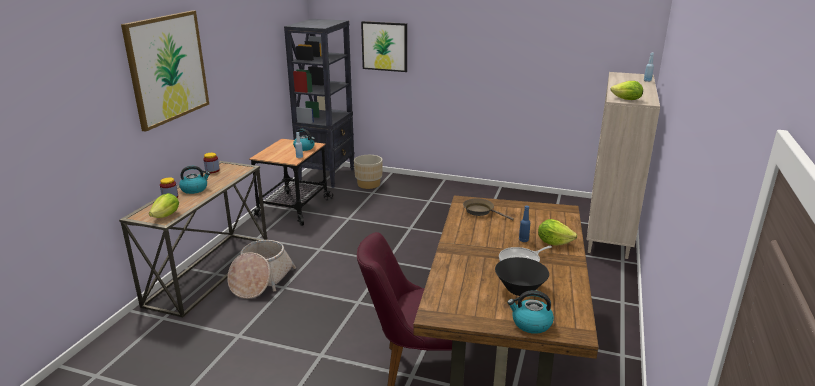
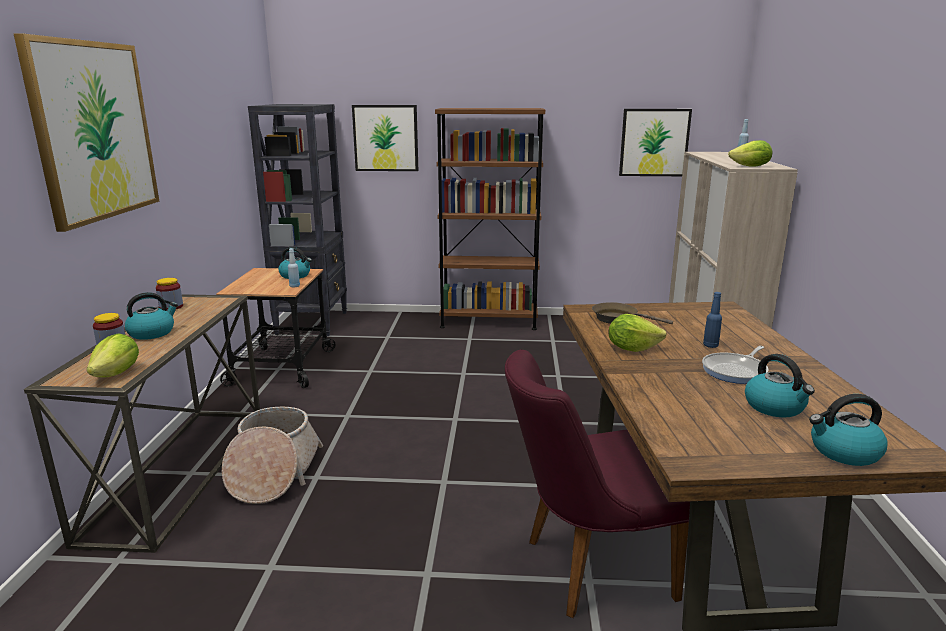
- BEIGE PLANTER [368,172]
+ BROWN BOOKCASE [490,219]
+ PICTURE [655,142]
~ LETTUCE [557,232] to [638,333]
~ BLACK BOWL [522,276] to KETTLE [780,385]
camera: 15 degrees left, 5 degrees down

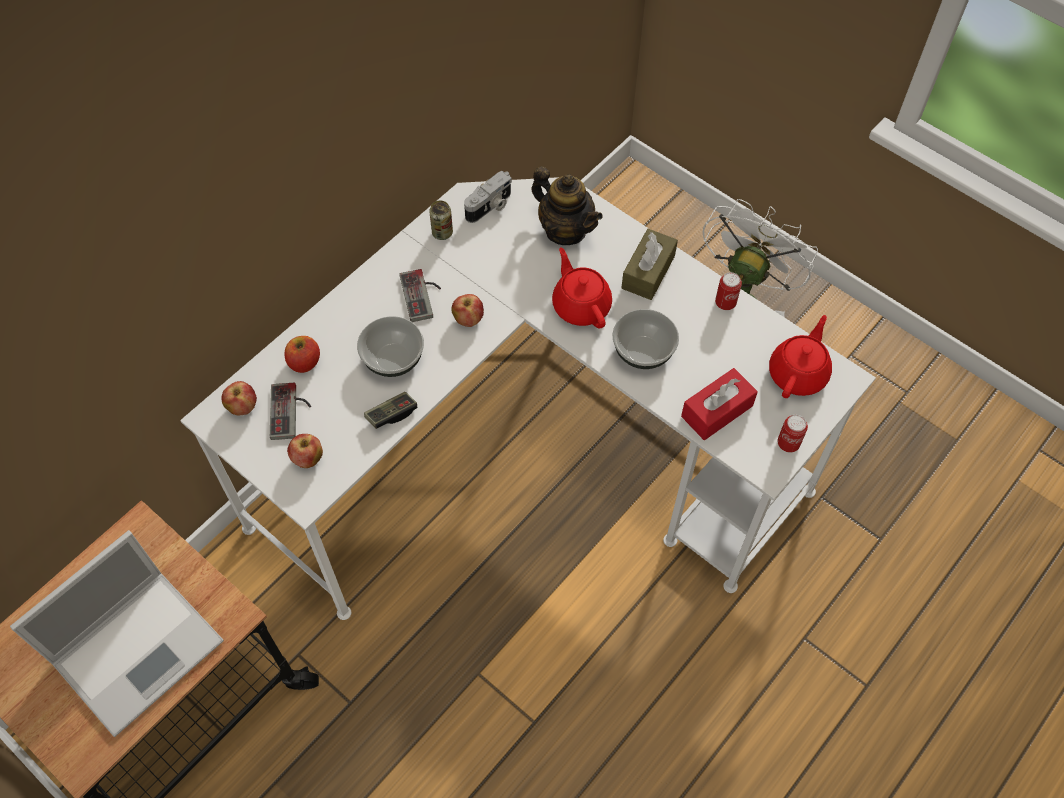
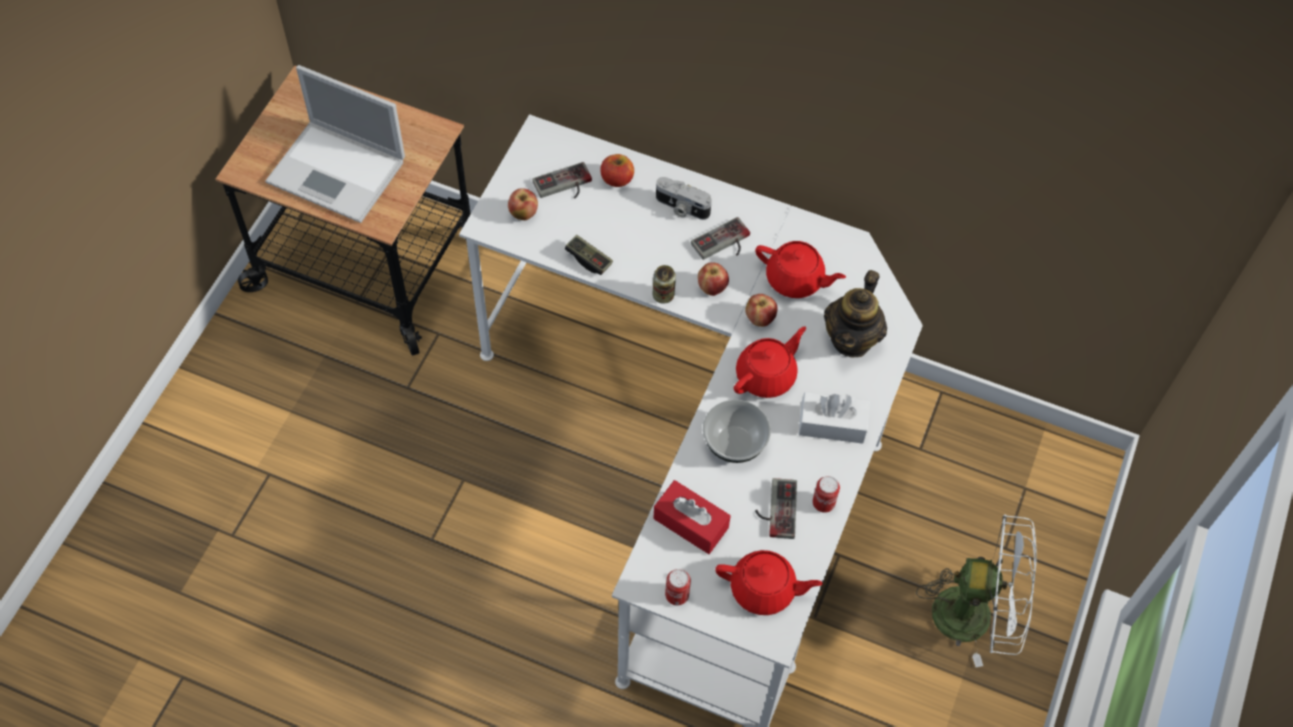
- BOWL [390,346]
+ RED TEAPOT [800,269]
+ GAME CONTROLLER [776,508]
~ APPLE [239,398] to [761,310]
~ CAN [441,220] to [664,284]
~ PHOTO CAMERA [488,197] to [684,198]
~ BROWN TISSUE BOX [649,264] to WHITE TISSUE BOX [834,418]
camera: 70 degrees right, 0 degrees up

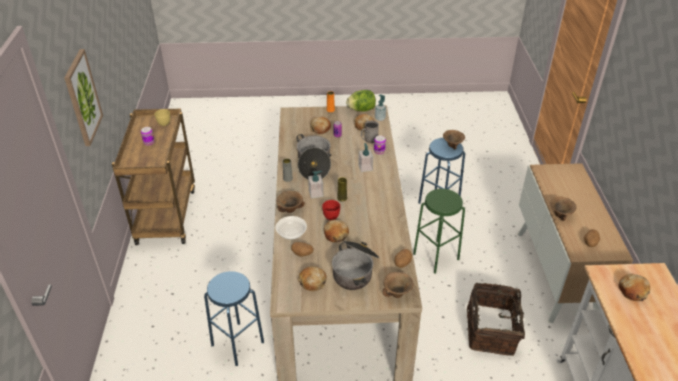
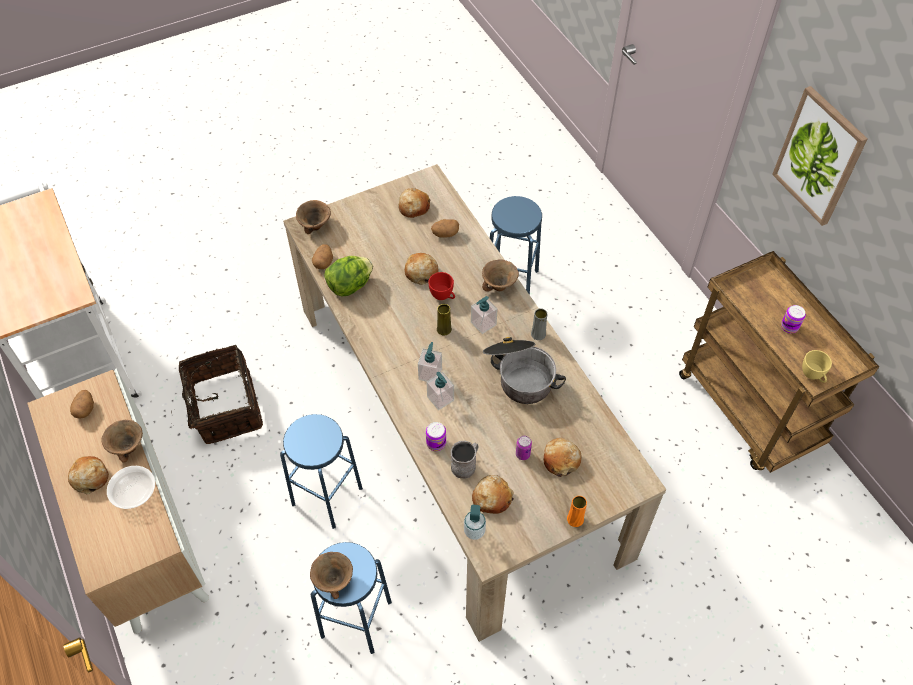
- COOKING POT [356,265]
+ SOAP DISPENSER [430,362]
~ BOWL [291,228] to [131,487]
~ LETTUCE [361,101] to [348,276]
~ BREAD [634,287] to [88,475]
~ GREEN STOOL [439,231] to BLUE STOOL [321,471]
camera: 155 degrees right, 15 degrees up

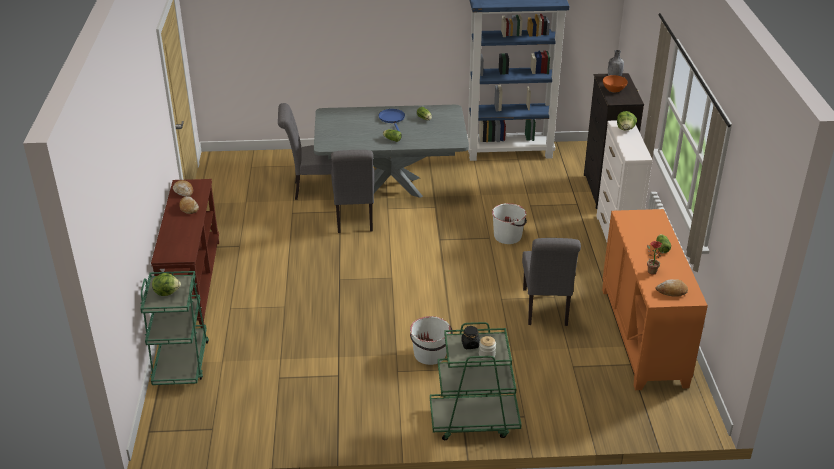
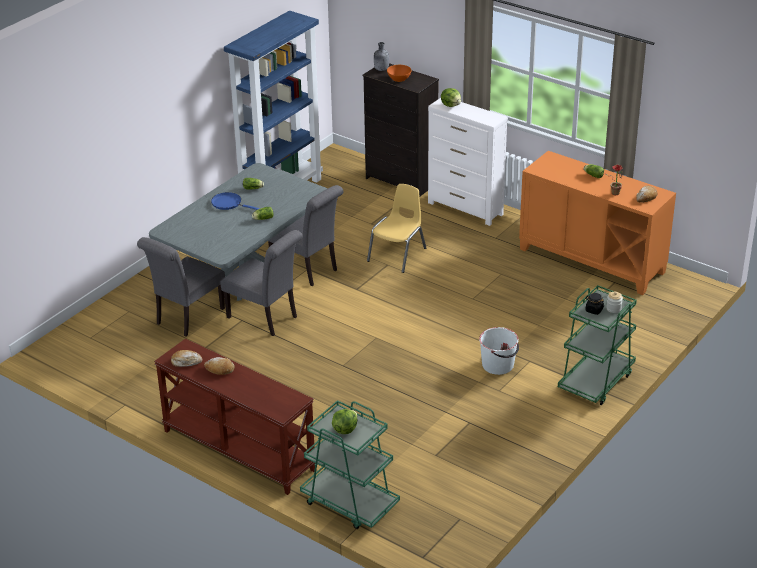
~ GREY CHAIR [551,282] to [305,235]
~ WHITE BUCKET [509,223] to YELLOW CHAIR [396,228]
camera: 50 degrees left, 0 degrees up

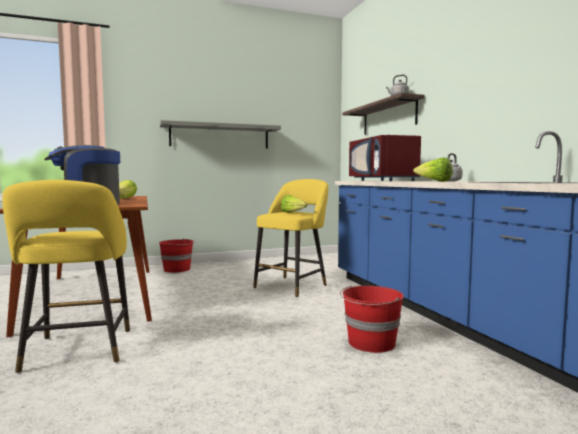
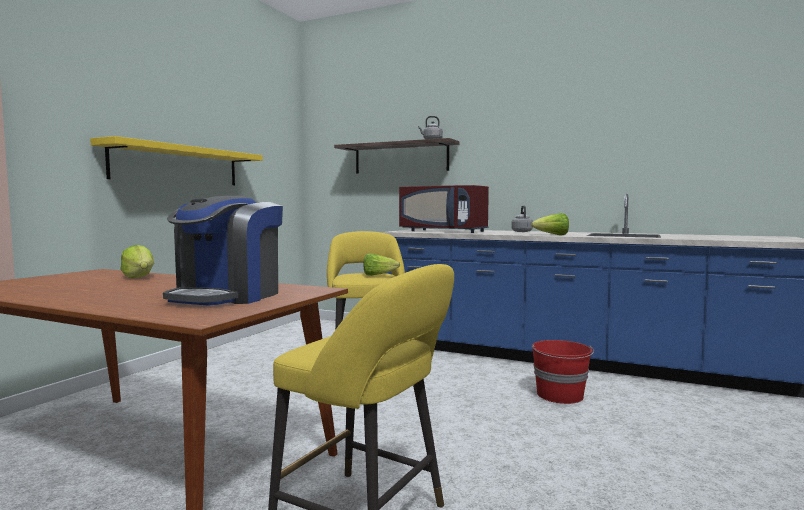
- RED BUCKET [177,255]
~ GREY SHELF [220,134] to YELLOW SHELF [176,160]
camera: 45 degrees left, 0 degrees up

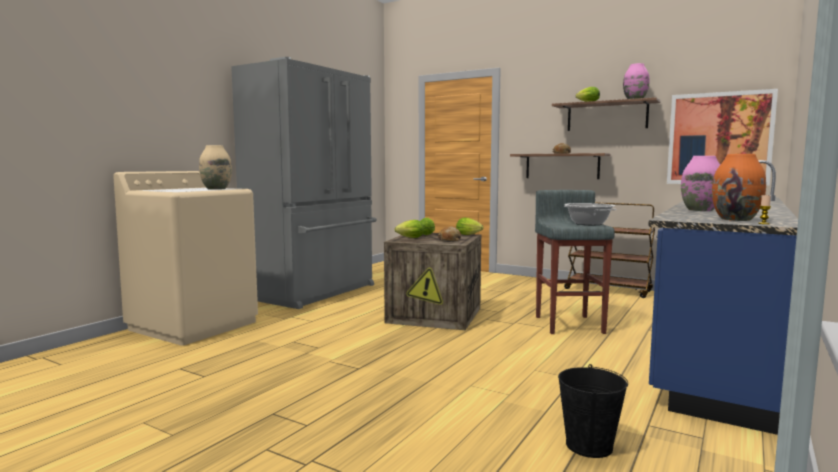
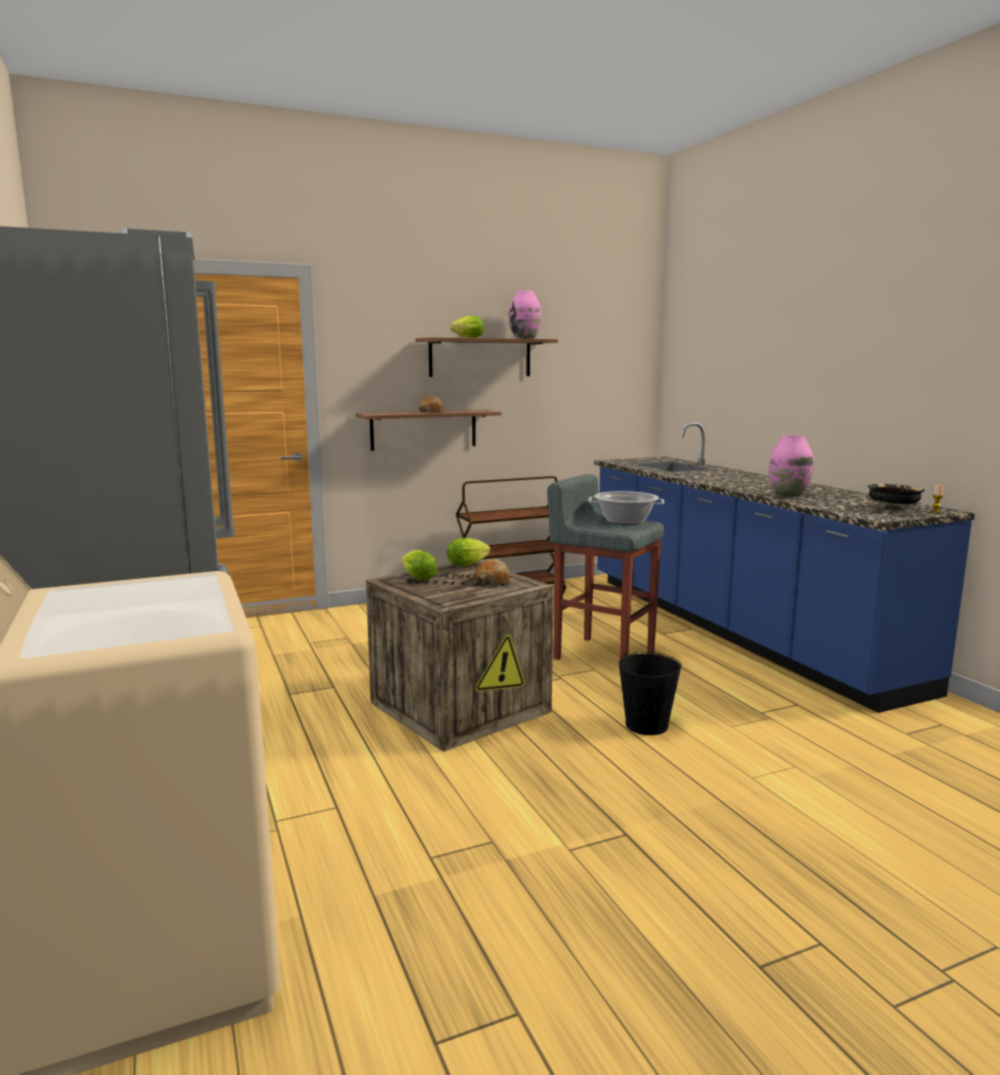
- BEIGE VASE [215,167]
- LETTUCE [409,229]
- PICTURE [722,137]
~ BLACK BUCKET [593,411] to [650,693]
~ ORANGE VASE [739,187] to BLACK BOWL [896,497]
camera: 55 degrees left, 5 degrees up

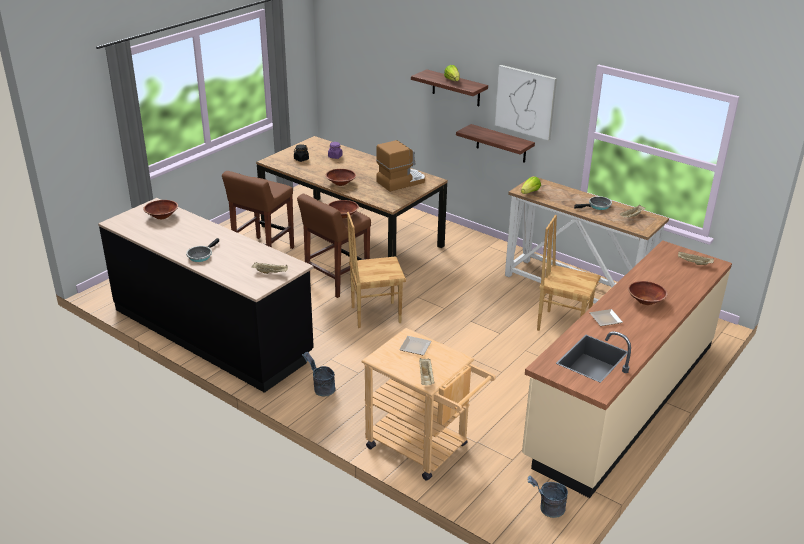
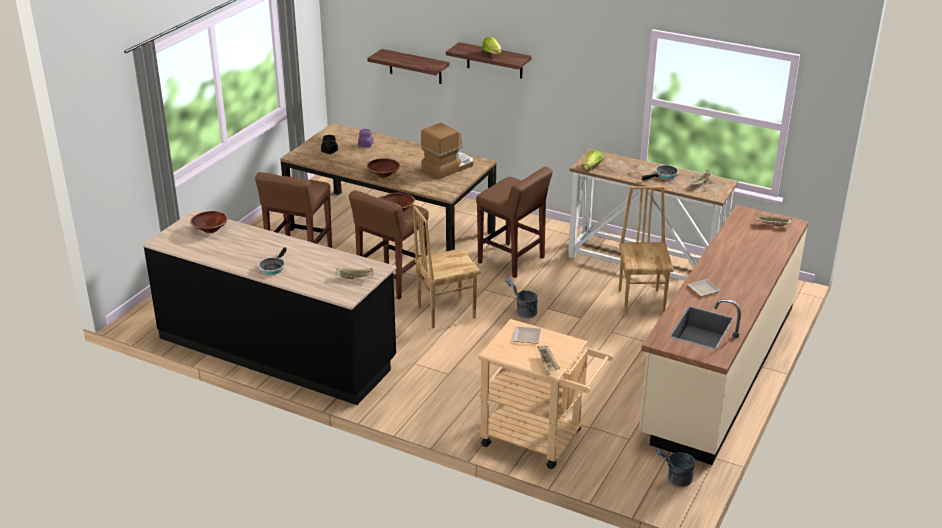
- PICTURE [526,103]
- BROWN BOWL [648,293]
+ BROWN STOOL [514,222]
~ GREY BUCKET [319,374] to [521,298]
~ SHELF [495,143] to [408,66]
~ BROWN CHAIR [569,273] = [646,250] 75 degrees clockwise
camera: 10 degrees left, 0 degrees up

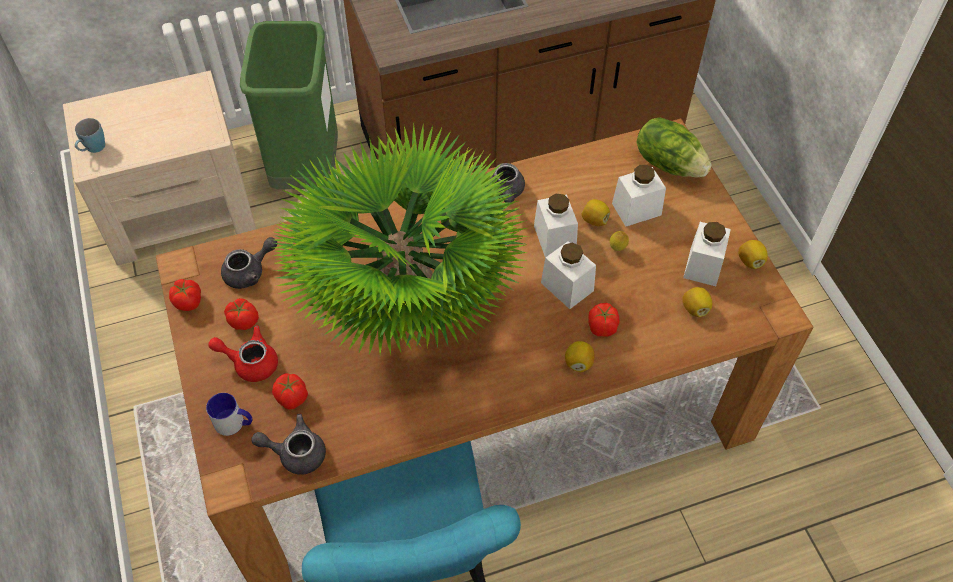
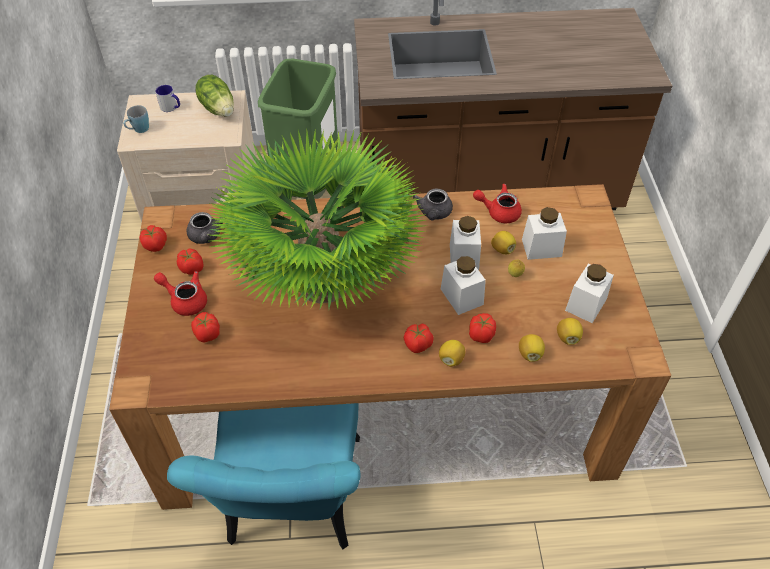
- GREY TEAPOT [288,444]
+ TOMATO [419,338]
+ RED TEAPOT [497,203]
~ MUG [229,414] to [168,98]
~ LETTUCE [674,147] to [214,96]
~ LEMON [753,254] to [532,348]
camera: 15 degrees right, 5 degrees down

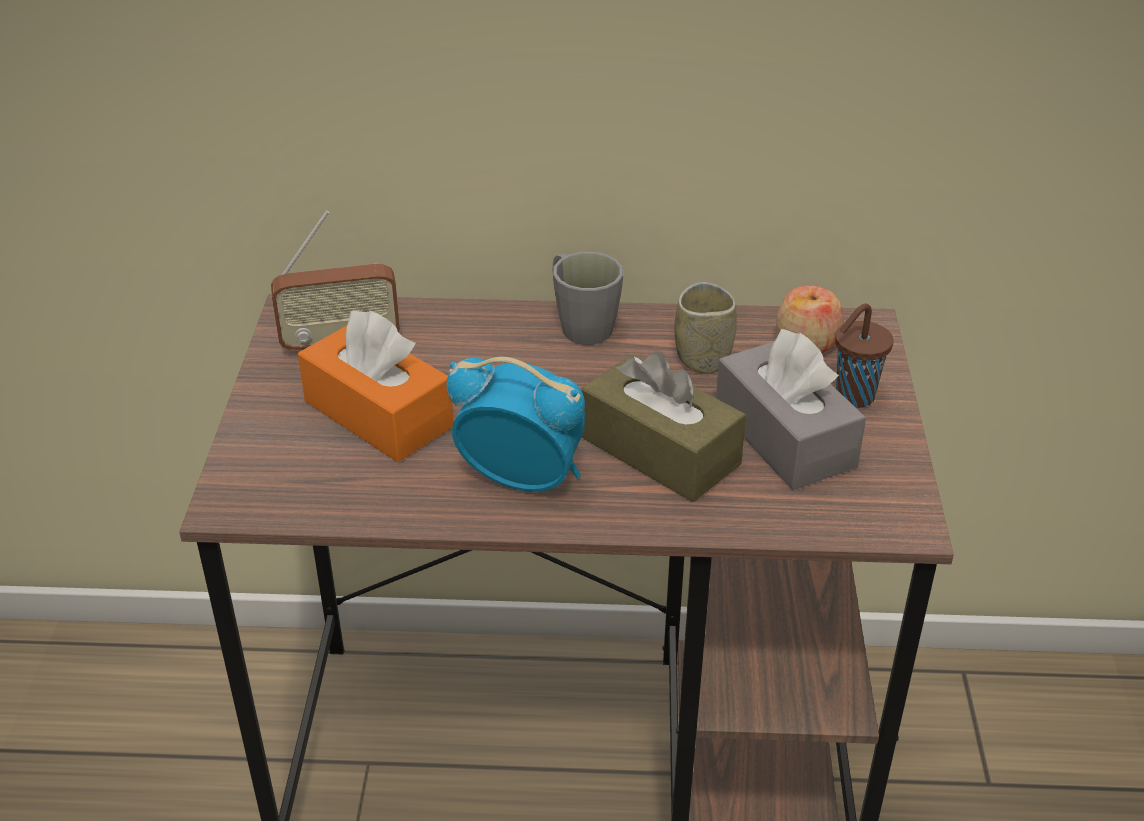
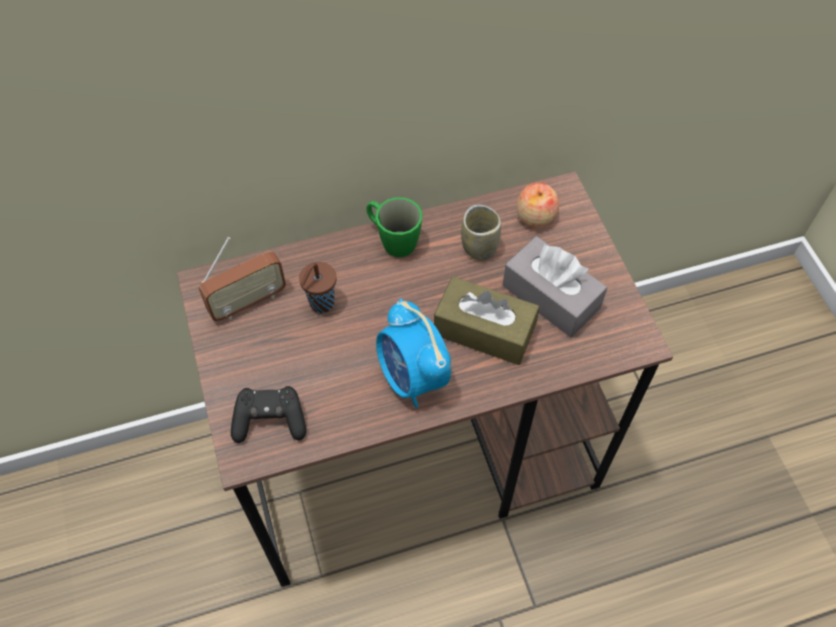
- ORANGE TISSUE BOX [376,386]
+ BLACK GAME CONTROLLER [268,414]
~ BROWN CUP [864,356] to [318,287]
~ GREY MUG [587,298] to GREEN MUG [395,227]
~ ALARM CLOCK [515,424] = [413,353] 120 degrees counterclockwise
camera: 20 degrees left, 20 degrees up

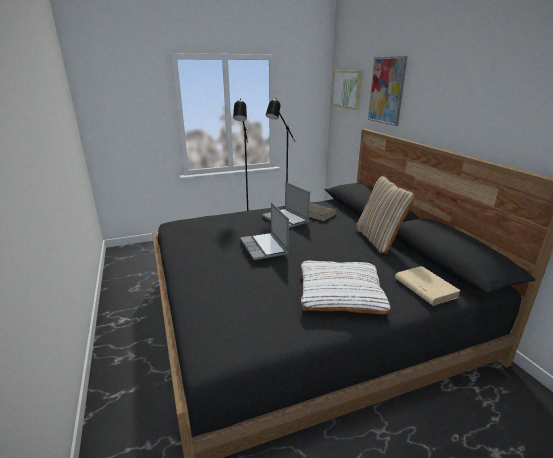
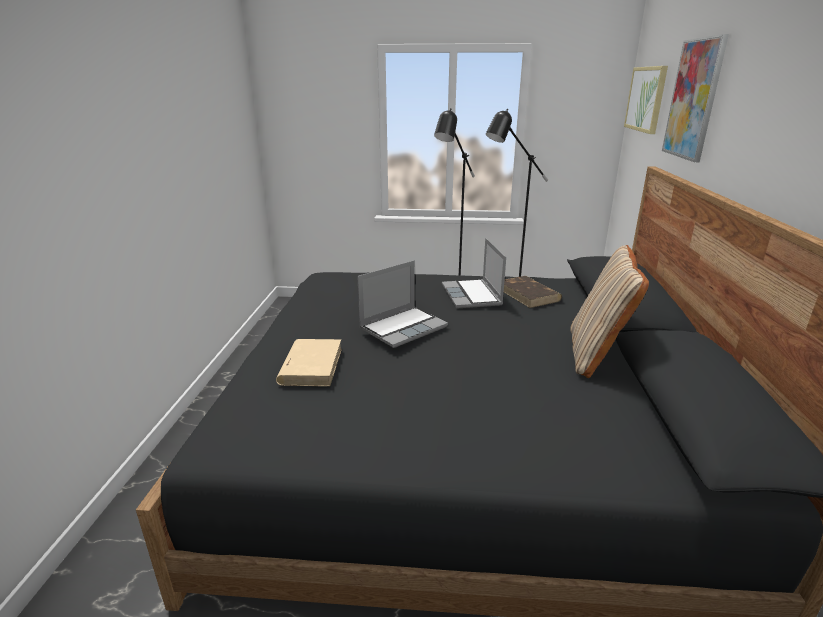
- WHITE PILLOW [346,287]
~ BEIGE BOOK [428,286] to [309,362]
~ LAPTOP [264,231] = [402,304] 135 degrees counterclockwise
camera: 25 degrees right, 0 degrees up

